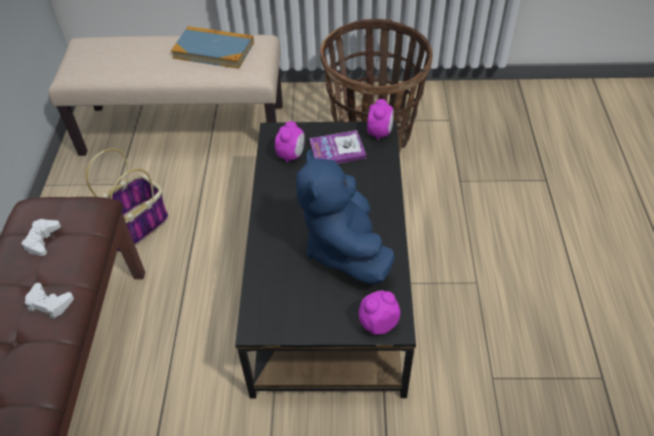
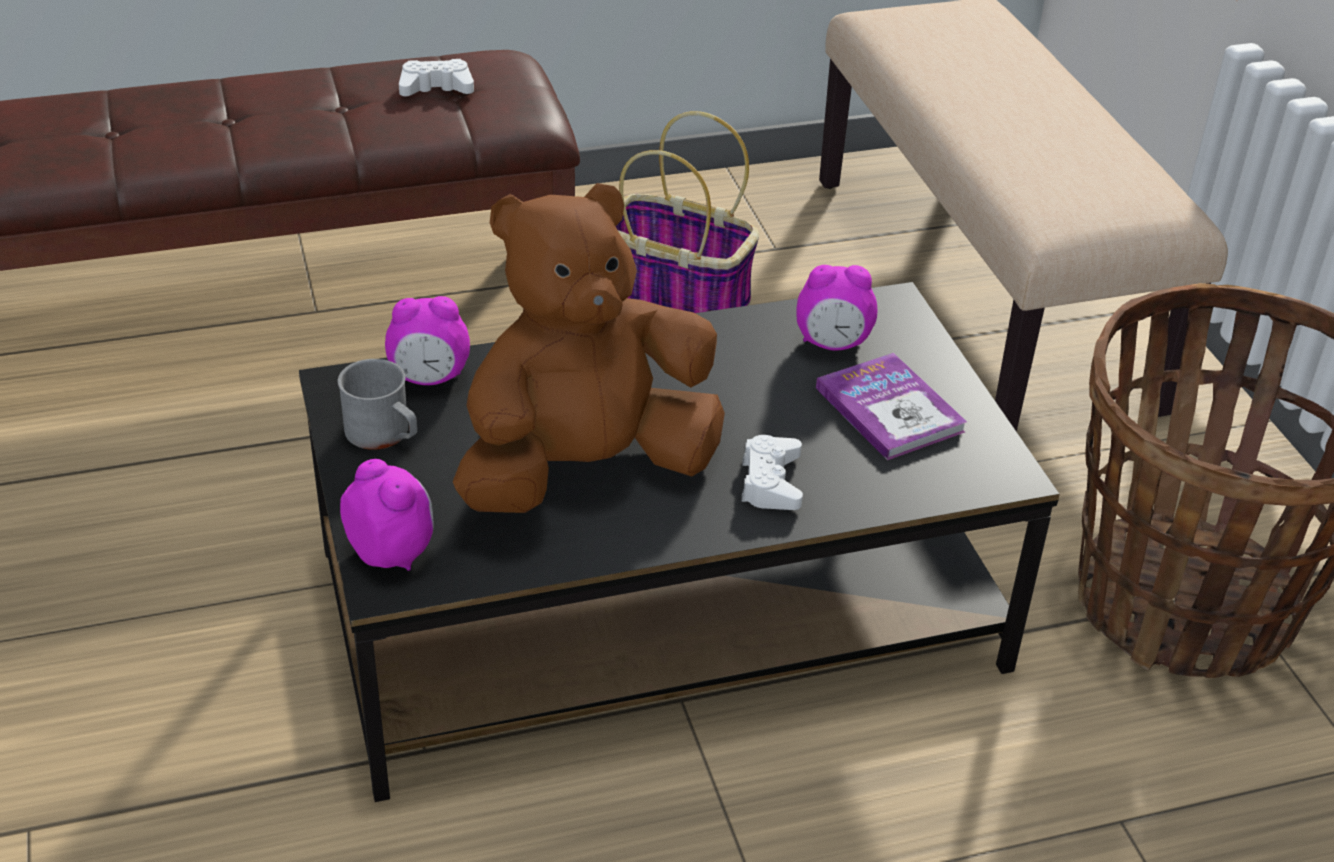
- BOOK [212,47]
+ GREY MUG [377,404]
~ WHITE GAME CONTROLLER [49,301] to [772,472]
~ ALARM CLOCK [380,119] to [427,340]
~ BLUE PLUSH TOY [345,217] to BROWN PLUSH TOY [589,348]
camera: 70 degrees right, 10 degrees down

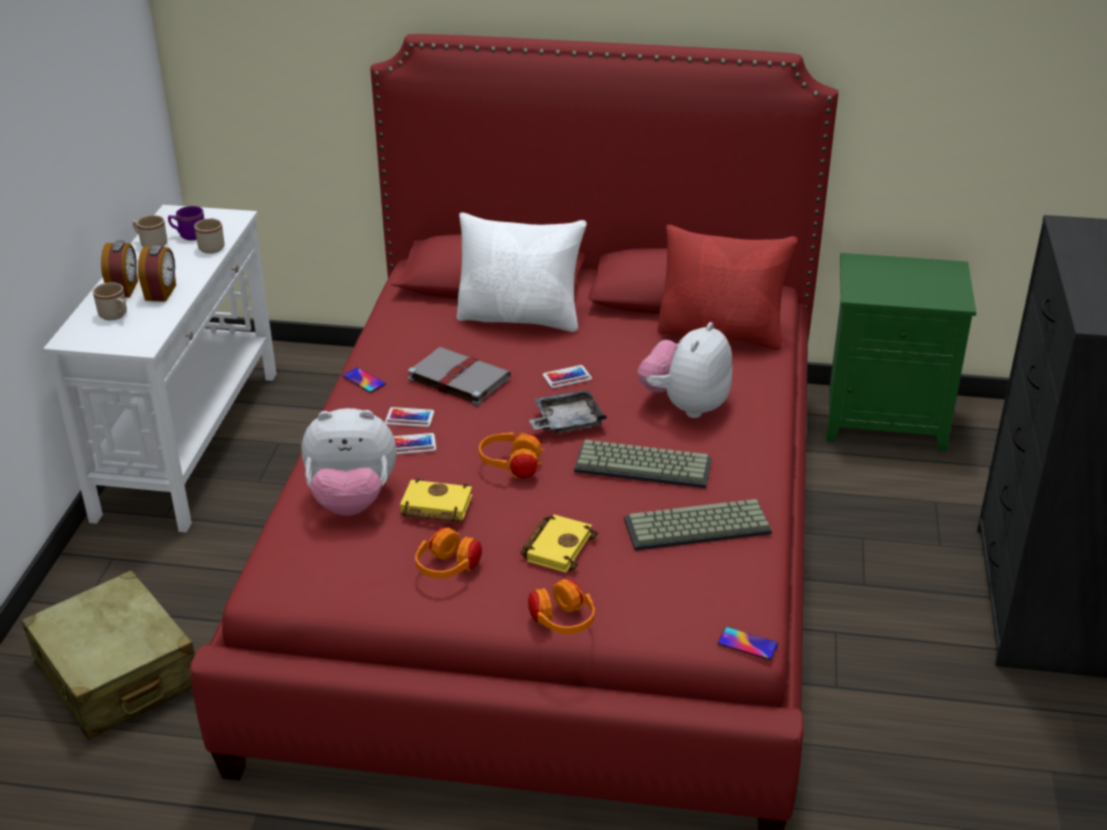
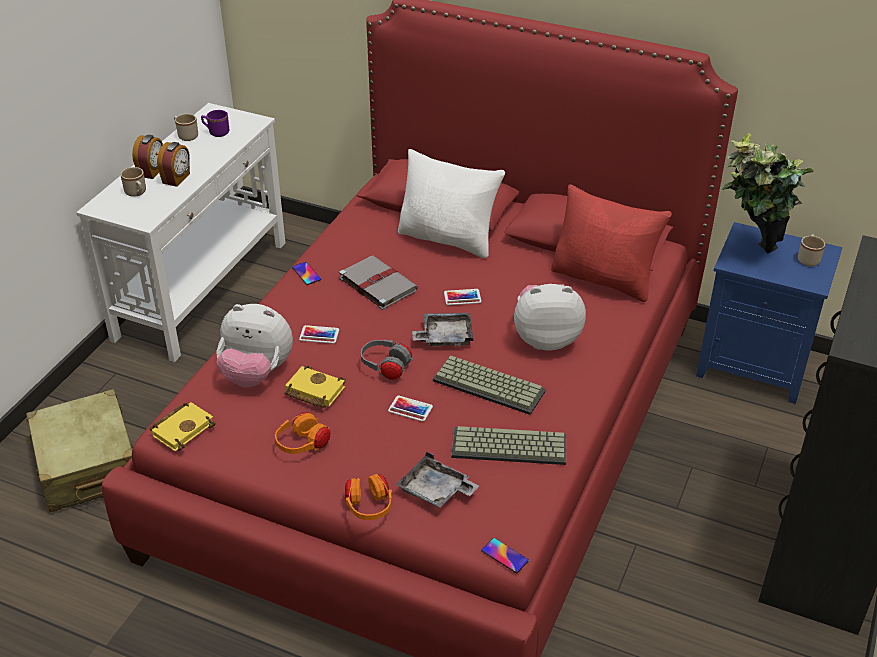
+ GREY TRAY [437,479]
+ POTTED PLANT [767,193]
~ BEIGE MUG [209,236] to [811,250]
~ PHONE [409,417] to [410,409]
~ YELLOW BOOK [559,543] to [183,426]
~ ORANGE HEADPHONES [512,455] to GREY HEADPHONES [386,360]
~ GREEN NIGHTSTAND [901,352] to BLUE NIGHTSTAND [769,313]
~ PLUSH TOY [685,370] = [550,317] 45 degrees clockwise
camera: 15 degrees right, 5 degrees up

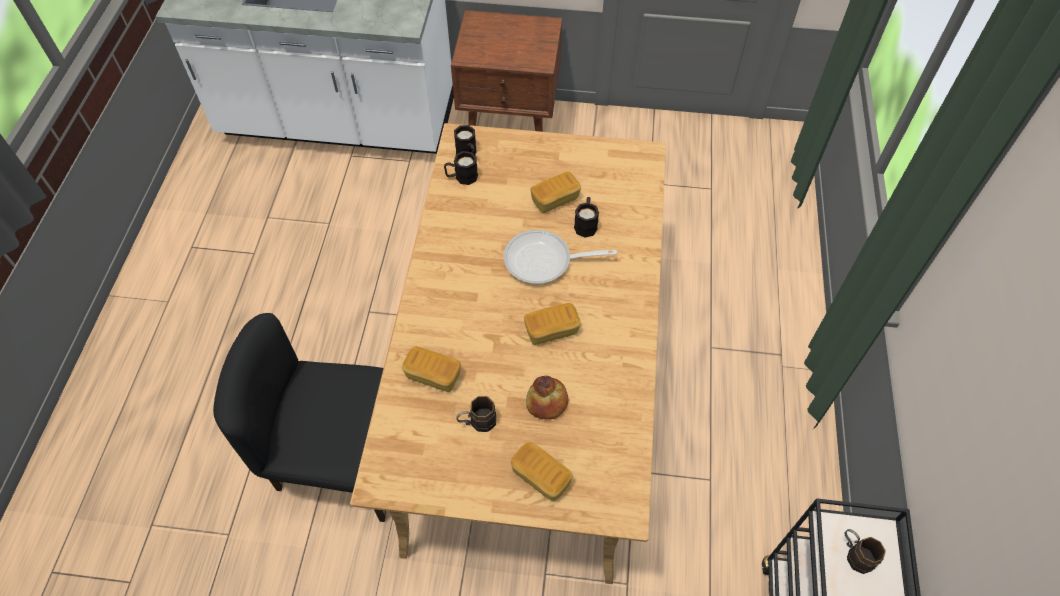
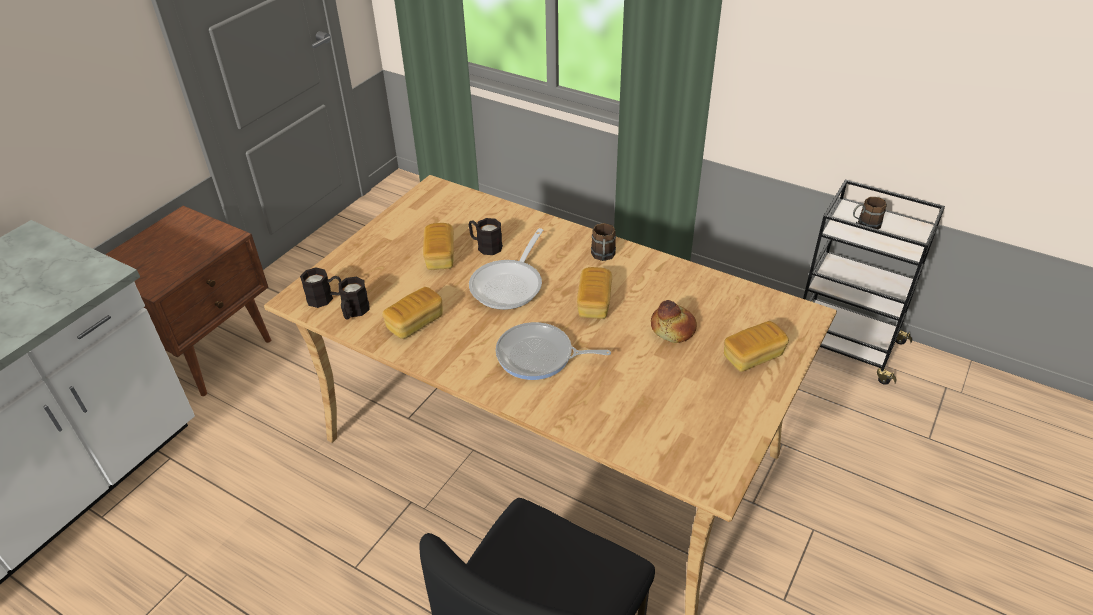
+ FRYING PAN [553,351]
~ BREAD [431,369] to [412,313]
~ BROWN MUG [476,414] to [603,242]
camera: 65 degrees left, 15 degrees down

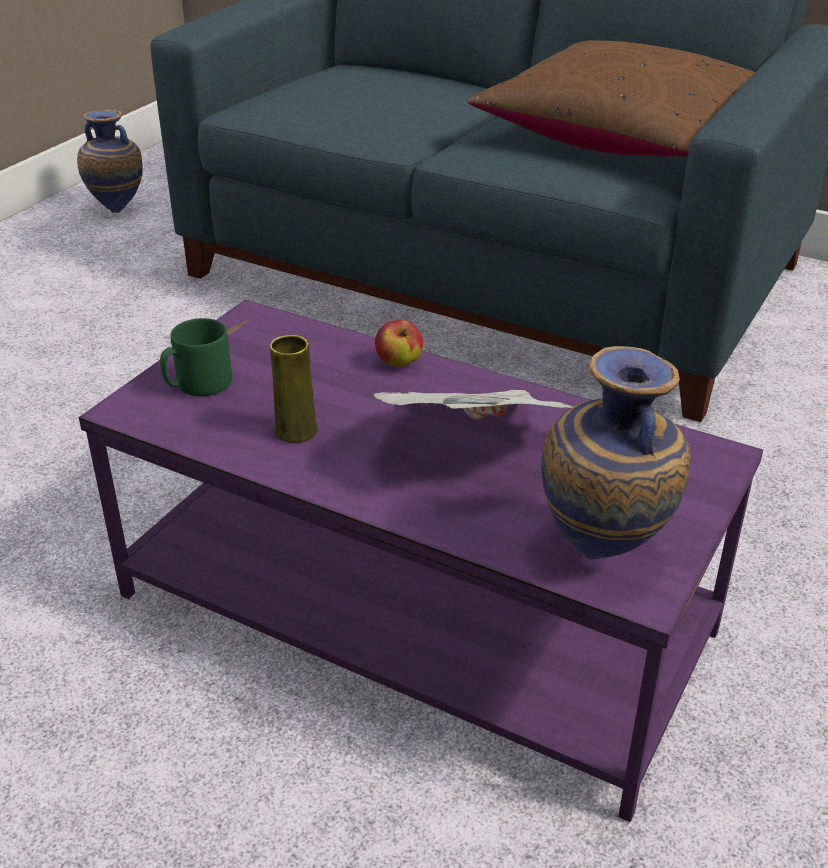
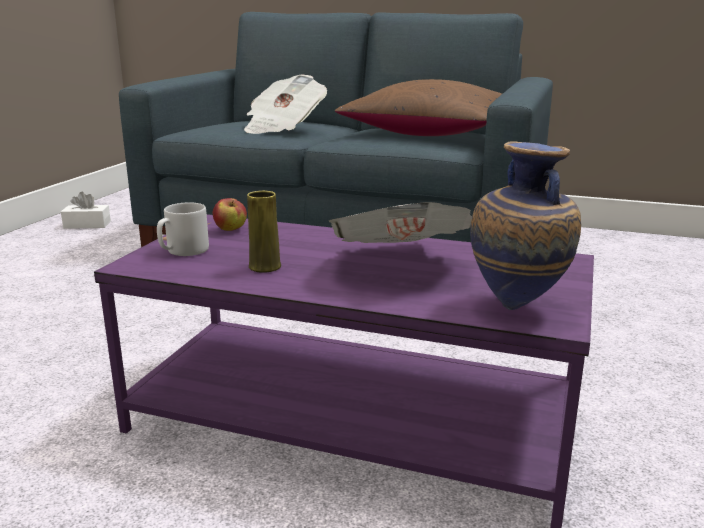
+ NEWSPAPER [285,104]
~ APPLE [399,343] to [230,214]
~ VASE [110,161] to WHITE TISSUE BOX [86,210]
~ GREEN MUG [196,357] to GREY MUG [183,229]
camera: 10 degrees left, 15 degrees down

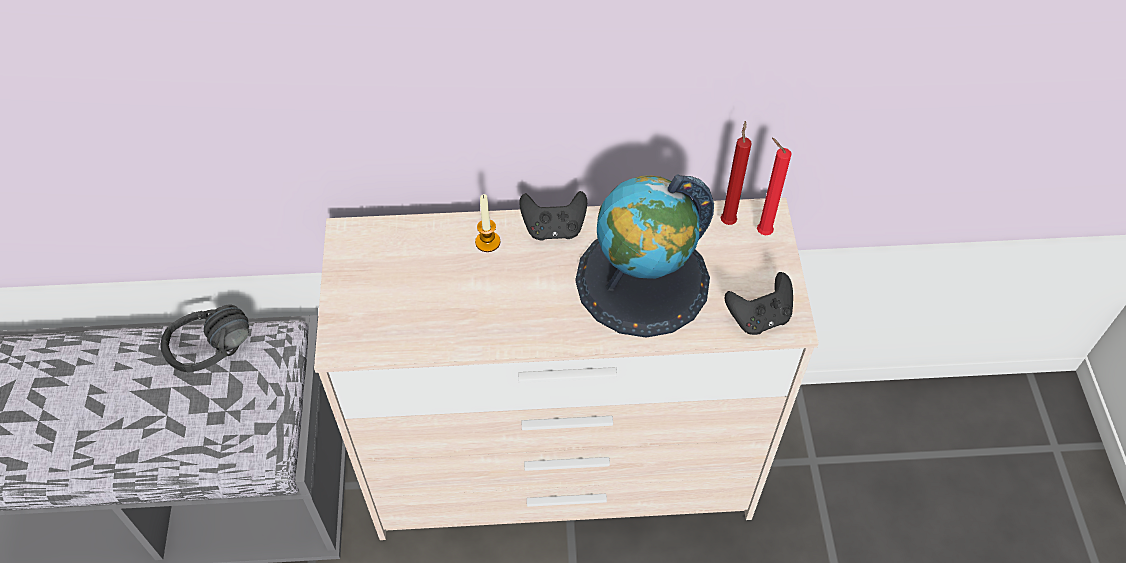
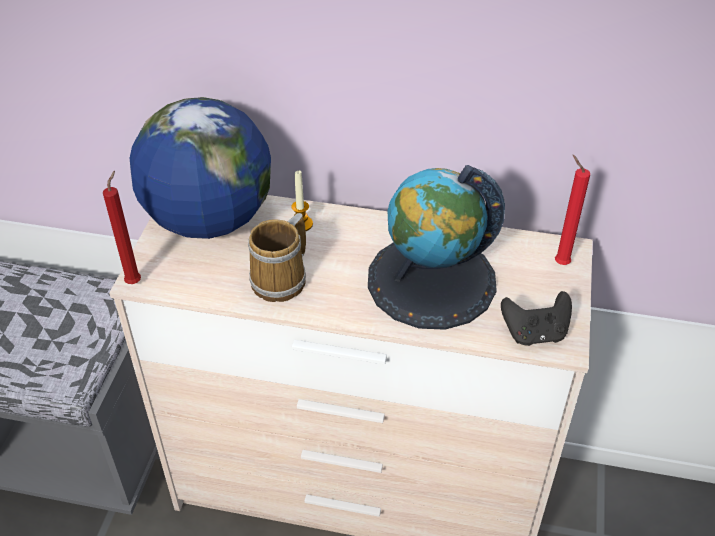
- BLACK HEADPHONES [204,339]
- BLACK GAME CONTROLLER [553,216]
+ GLOBE [200,168]
+ MUG [277,257]
~ RED CANDLE [736,173] to [122,227]
camera: 15 degrees right, 10 degrees down

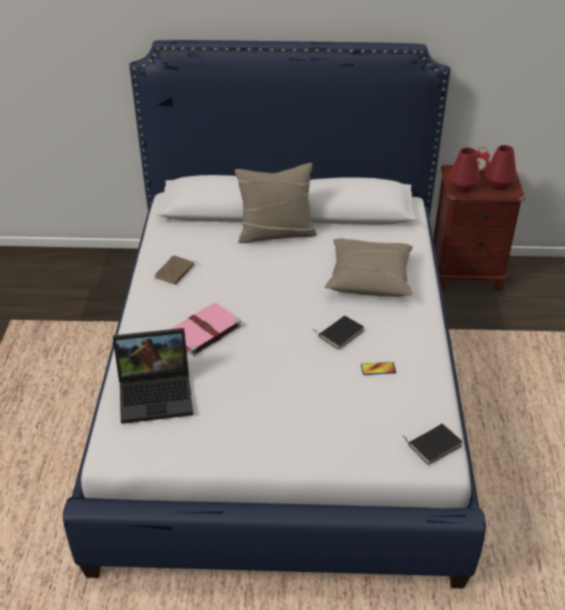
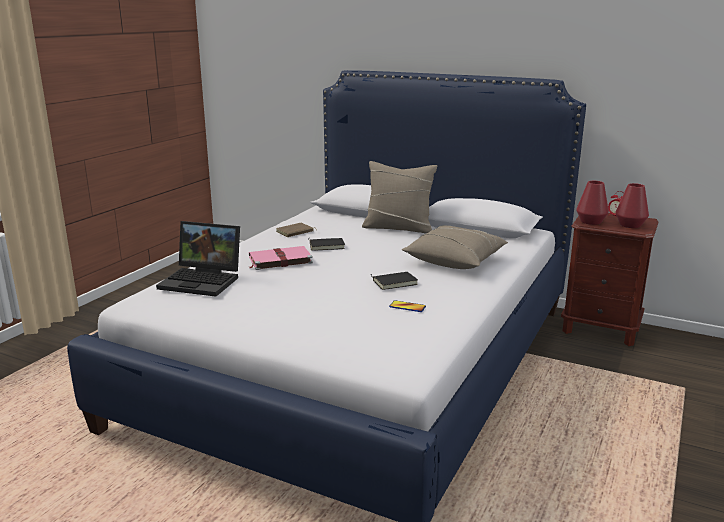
~ BLACK BOOK [432,444] to [326,244]
camera: 25 degrees right, 20 degrees down

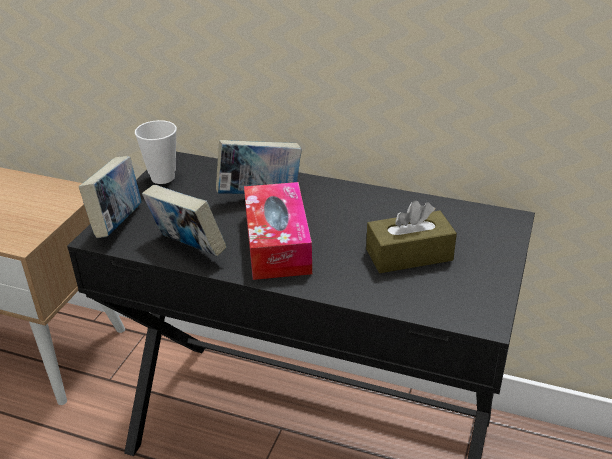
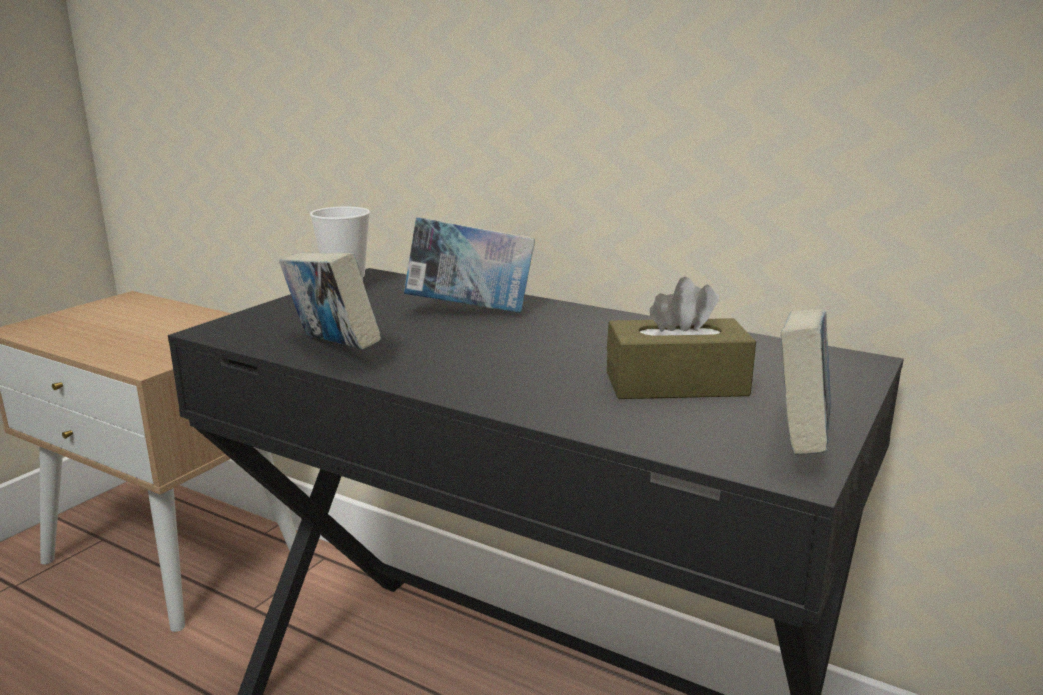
- TISSUE BOX [278,231]
~ BOOK [110,197] to [806,382]
camera: 10 degrees right, 15 degrees down

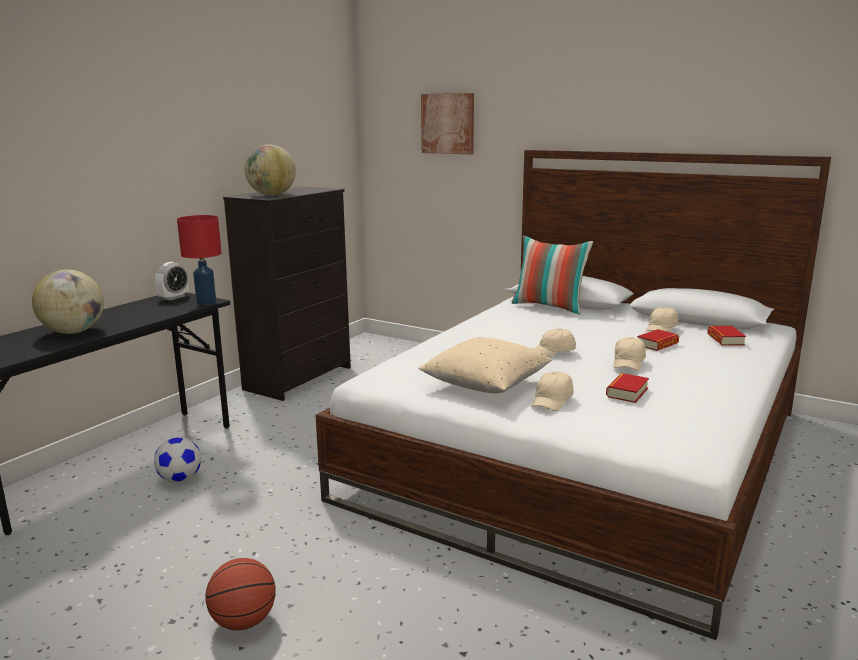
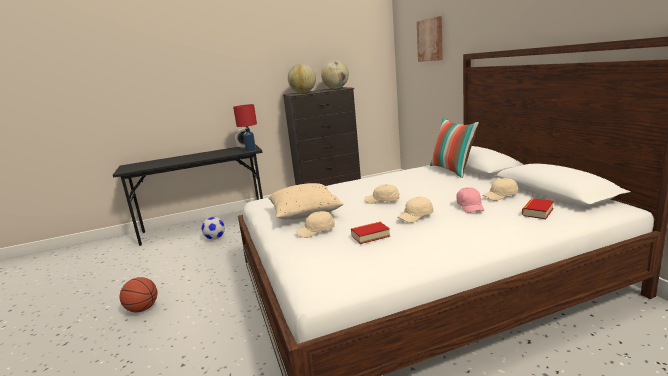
~ GLOBE [68,301] to [335,74]
~ BOOK [658,340] to PINK CAP [470,200]
camera: 40 degrees right, 0 degrees up

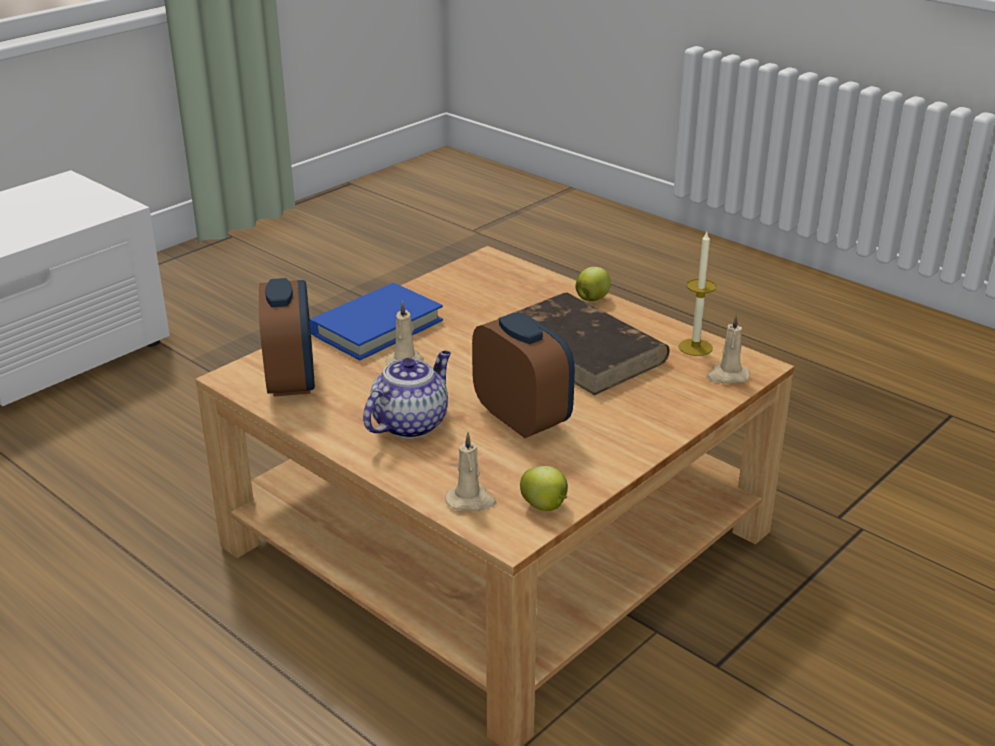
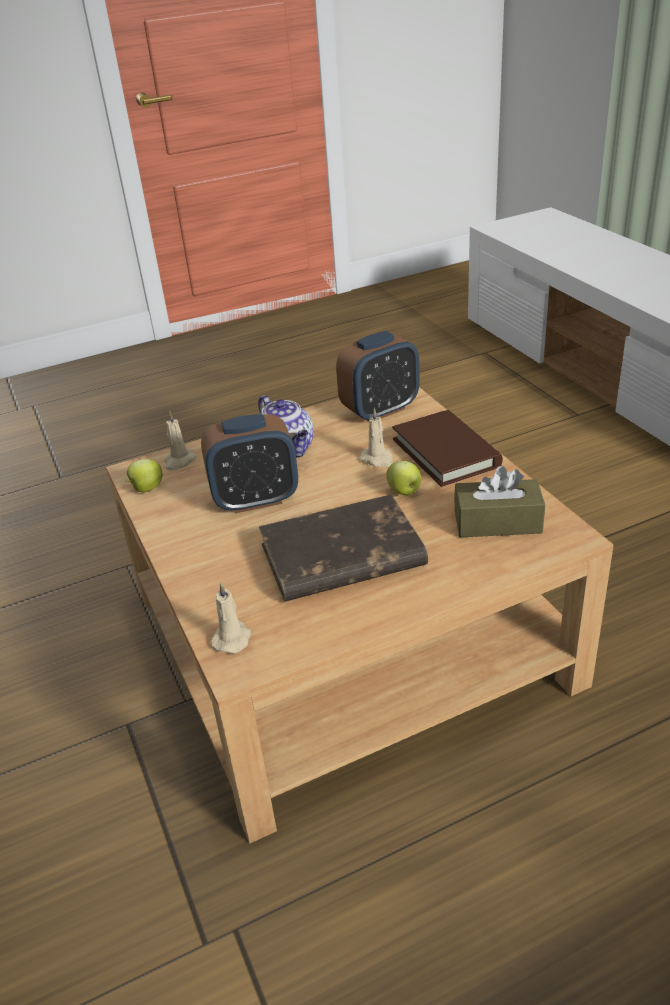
- CANDLE [697,294]
+ BROWN TISSUE BOX [499,501]
~ APPLE [593,284] to [404,478]
~ BLUE BOOK [376,321] to BROWN BOOK [447,448]
~ ALARM CLOCK [287,337] = [378,376] 45 degrees counterclockwise
camera: 115 degrees right, 5 degrees up

